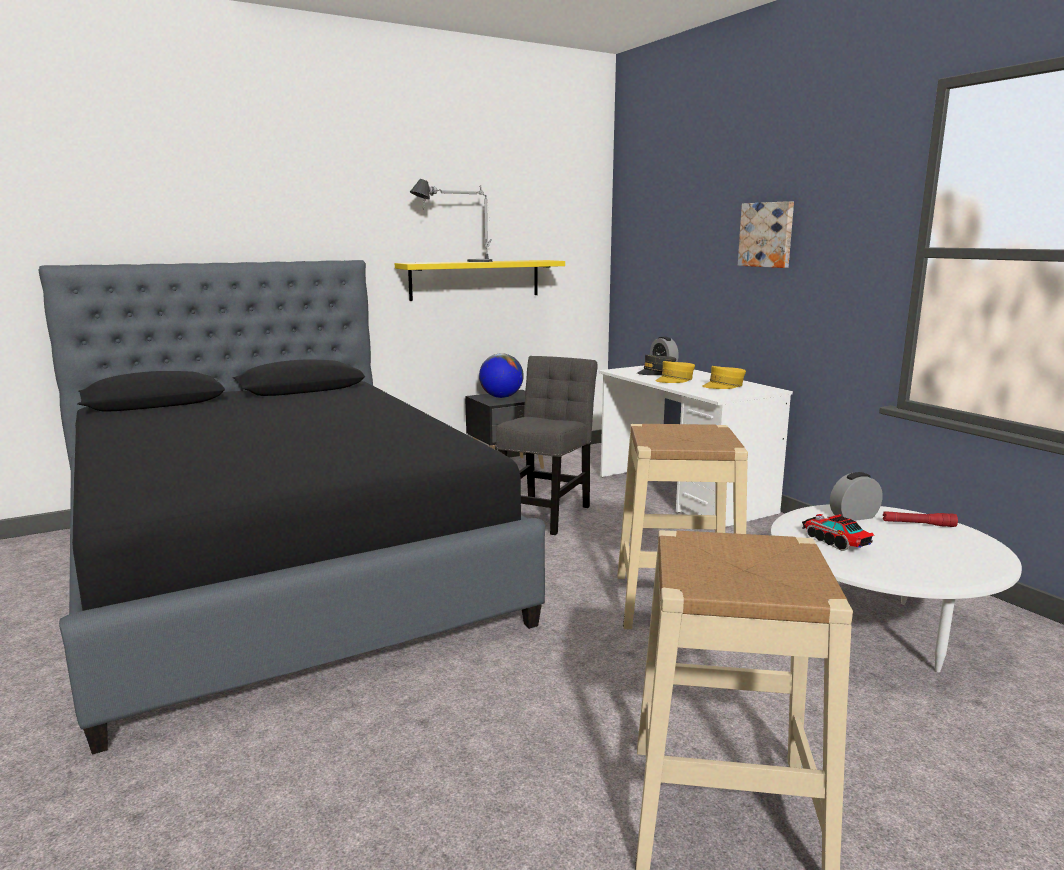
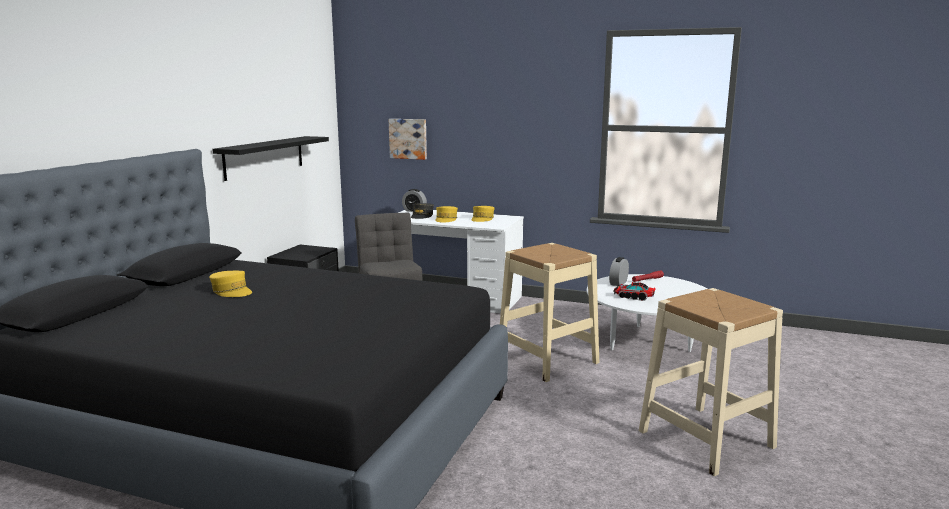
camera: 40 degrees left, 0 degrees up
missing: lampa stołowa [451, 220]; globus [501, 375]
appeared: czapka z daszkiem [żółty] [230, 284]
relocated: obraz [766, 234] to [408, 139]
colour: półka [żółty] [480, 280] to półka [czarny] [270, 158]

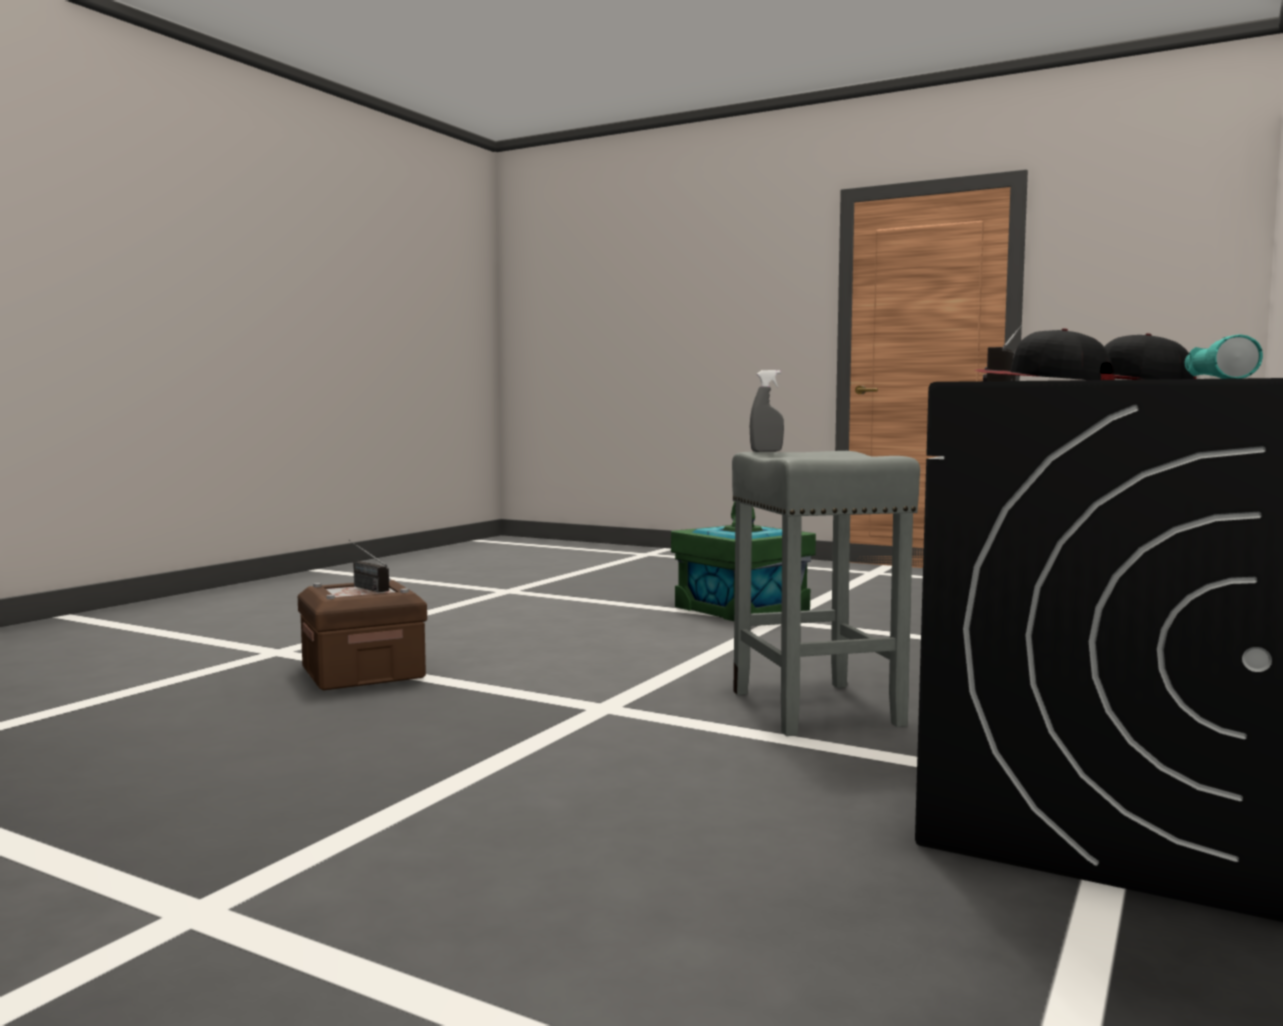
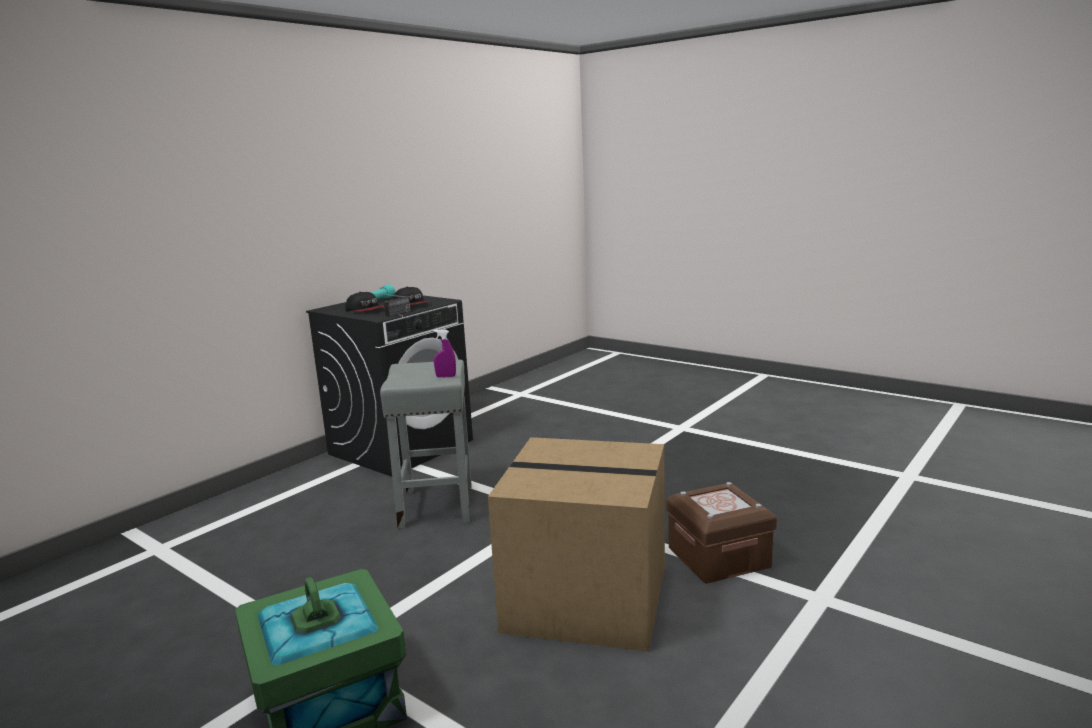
camera: 170 degrees left, 10 degrees up
missing: radio [369, 566]
appeared: karton [576, 544]
colour: spryskiwacz [szary] [767, 411] to spryskiwacz [fioletowy] [445, 353]

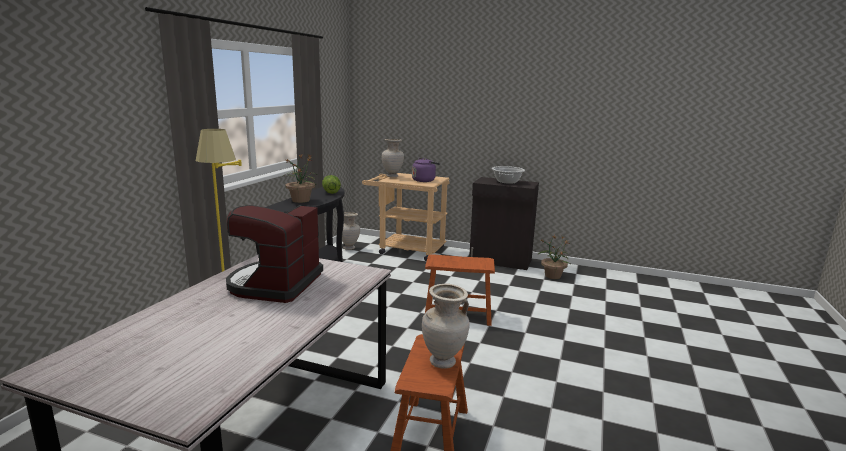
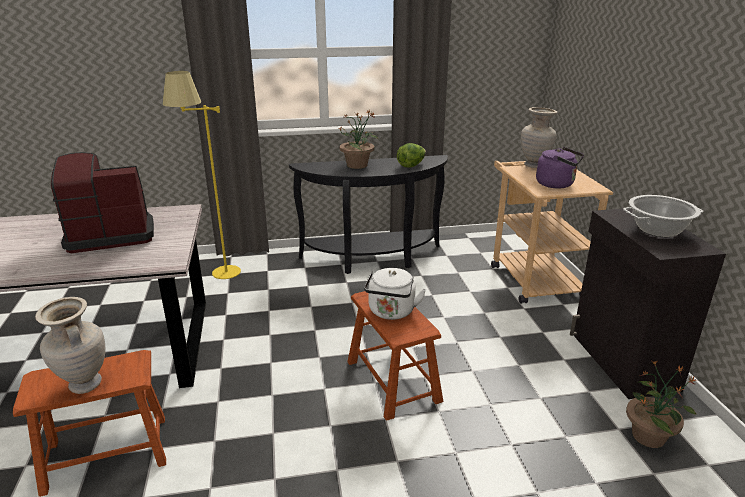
camera: 60 degrees right, 10 degrees up
missing: wazon [beżowy] [351, 231]
appeared: czajnik [biały] [395, 294]

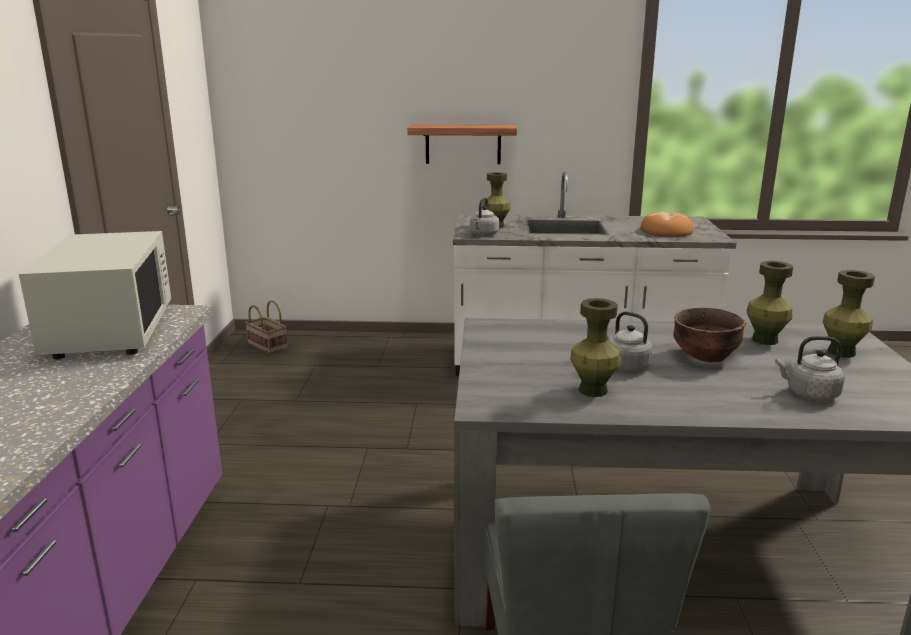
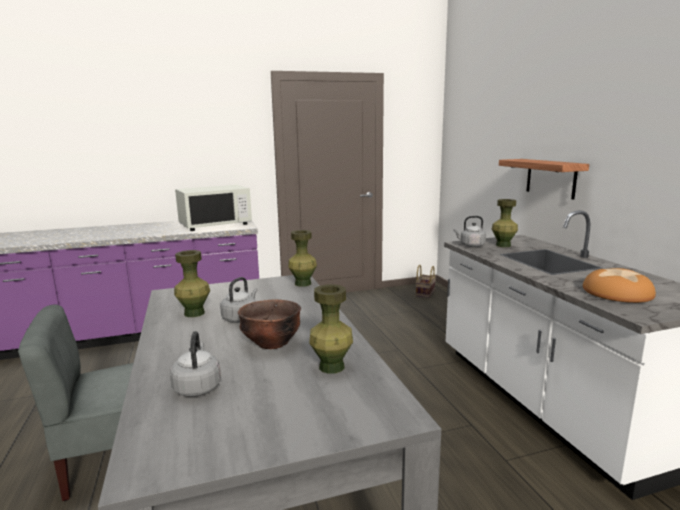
camera: 70 degrees right, 5 degrees down
relocated: wazon [zielony] [849, 314] to [302, 258]

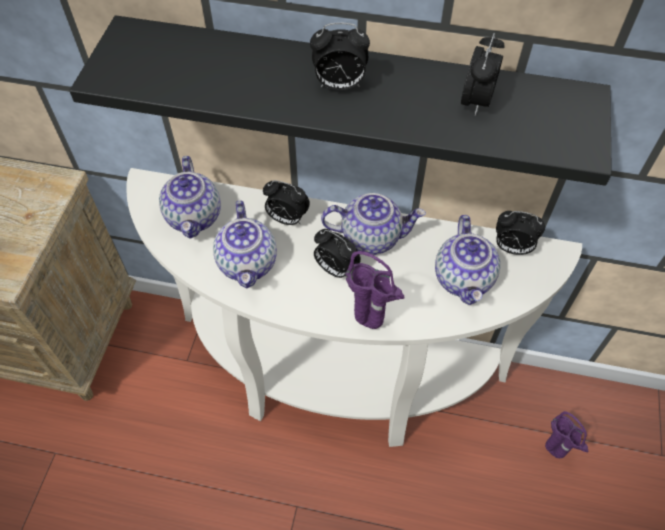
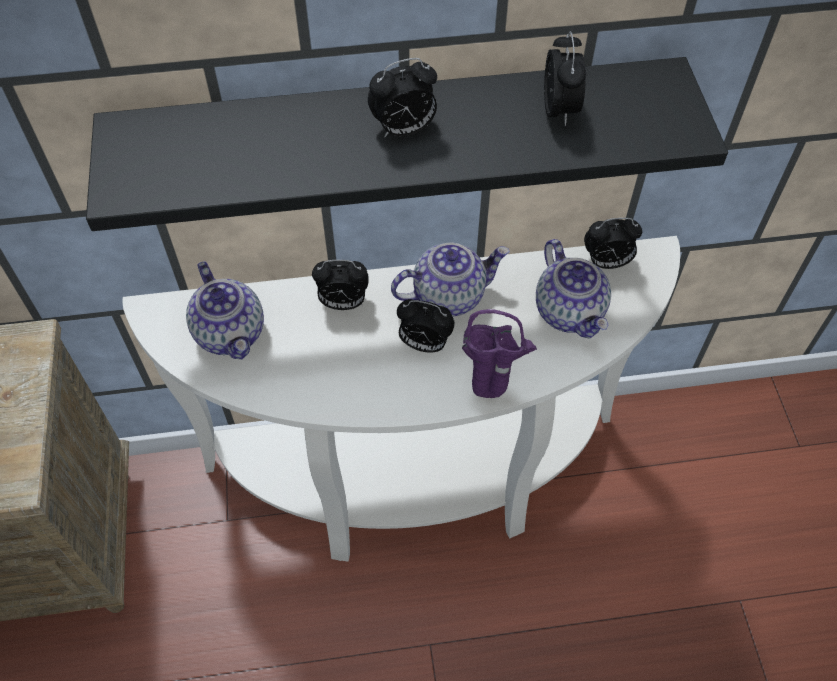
camera: 20 degrees left, 0 degrees up
missing: imbryk [245, 245]; wazon [fioletowy] [566, 434]

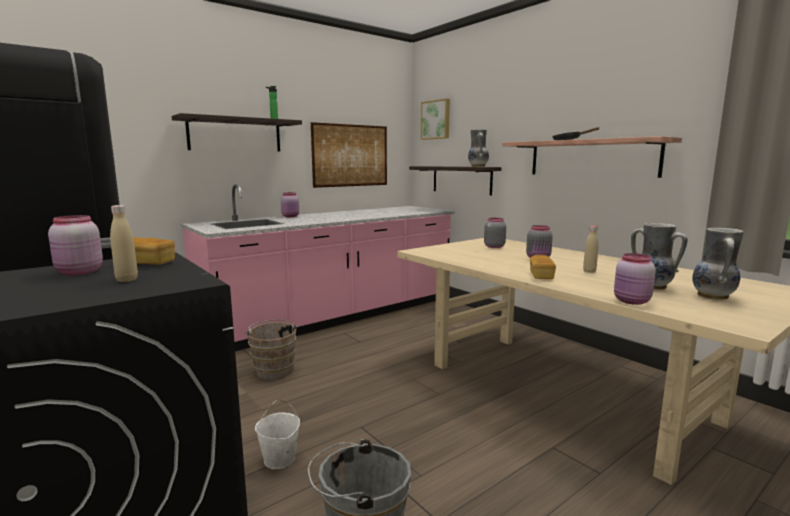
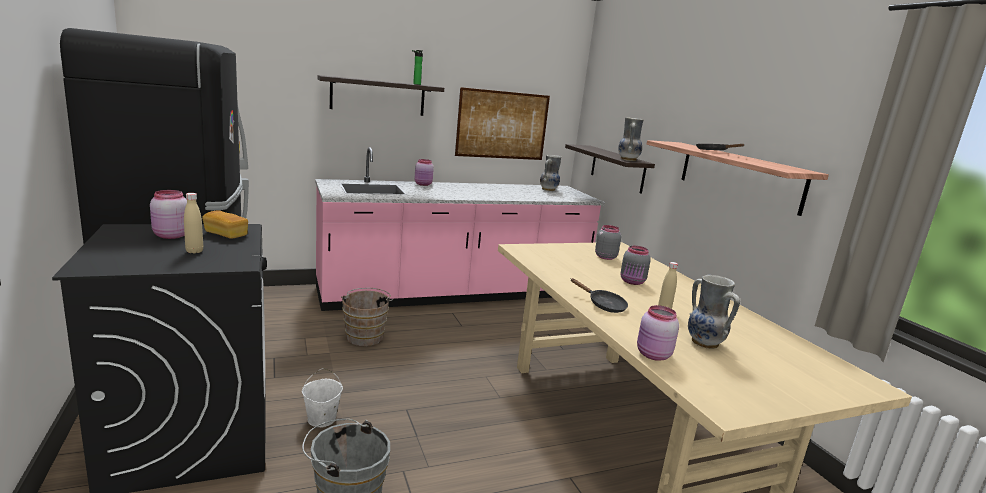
camera: 15 degrees right, 5 degrees up
missing: obraz [435, 119]
relocated: wazon [718, 264] to [550, 173]
exchanged: chleb [543, 267] to patelnia [czarny] [599, 295]

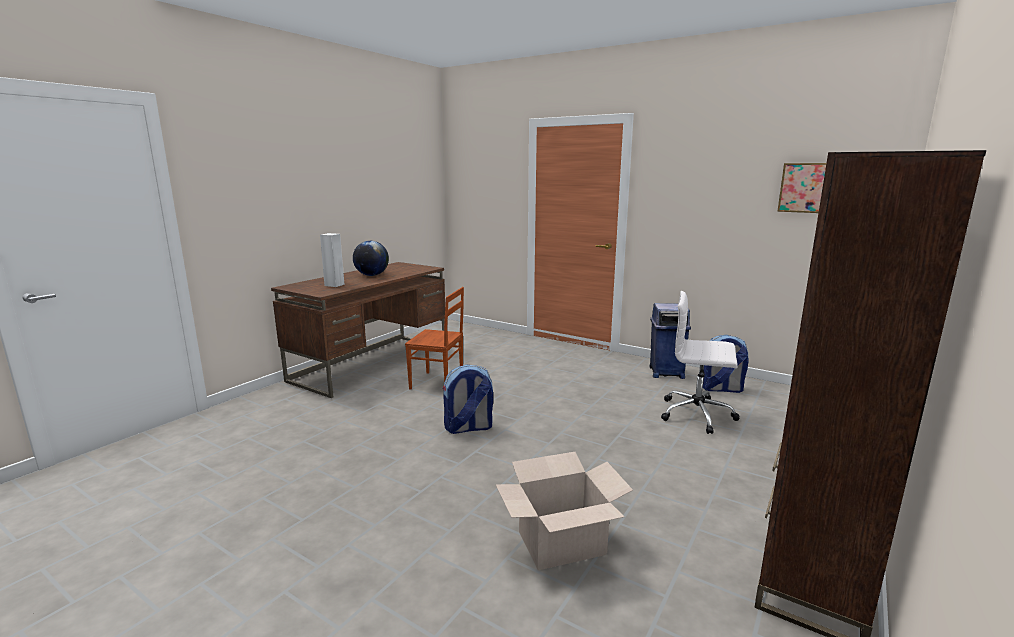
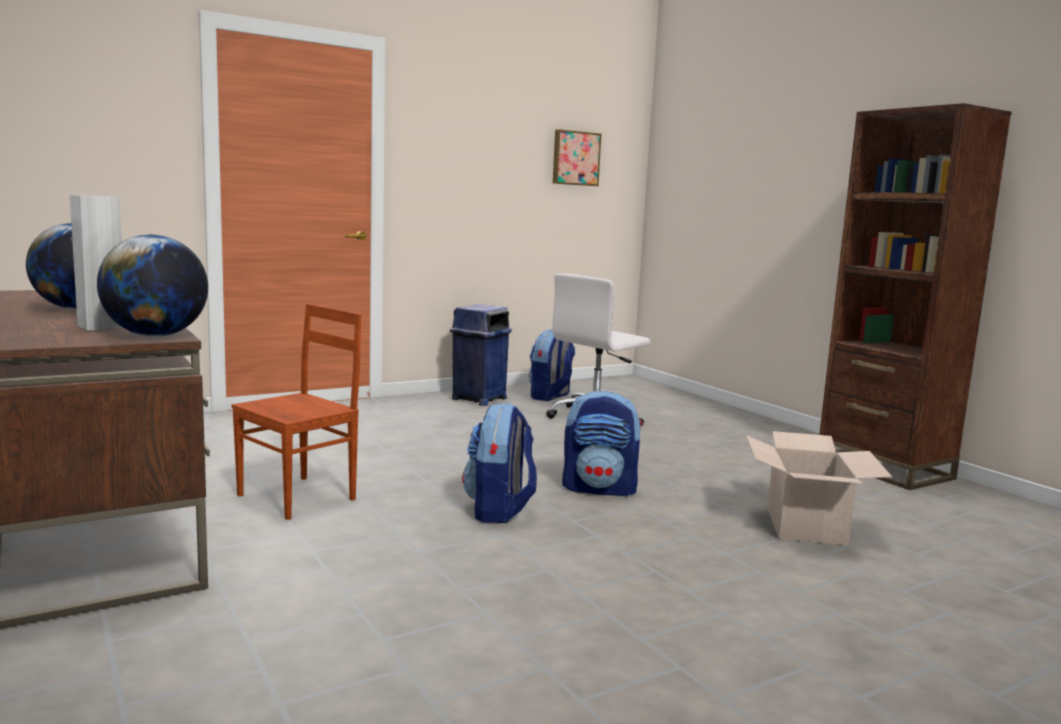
camera: 65 degrees left, 5 degrees down
appeared: globus [152, 285]; plecak [602, 443]

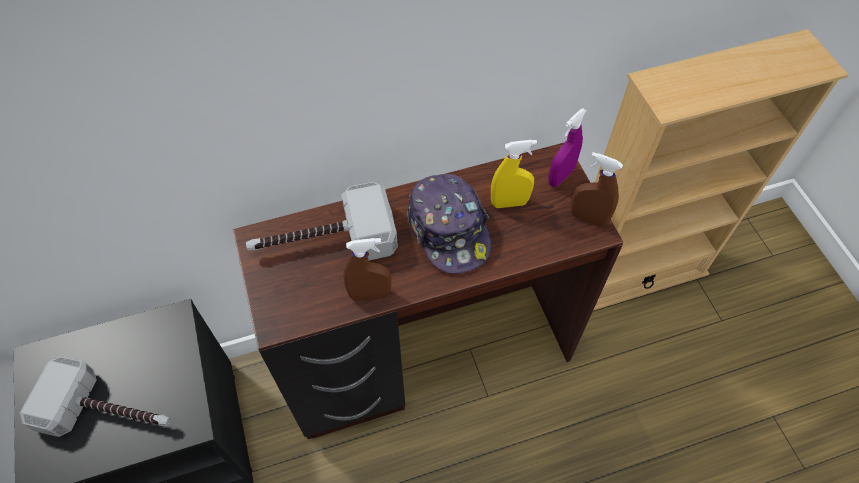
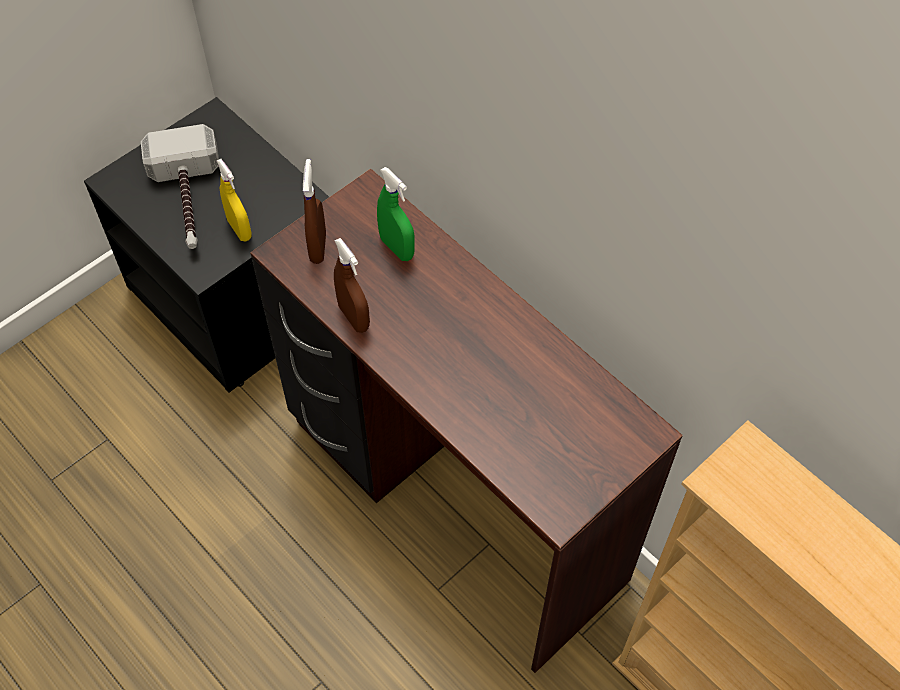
camera: 65 degrees right, 0 degrees up
missing: czapka z daszkiem [449, 224]; spryskiwacz [fioletowy] [567, 147]
relocated: spryskiwacz [żółty] [514, 174] to [234, 200]; spryskiwacz [brązowy] [597, 189] to [314, 211]
exchanged: młotek [322, 221] to spryskiwacz [zielony] [396, 214]

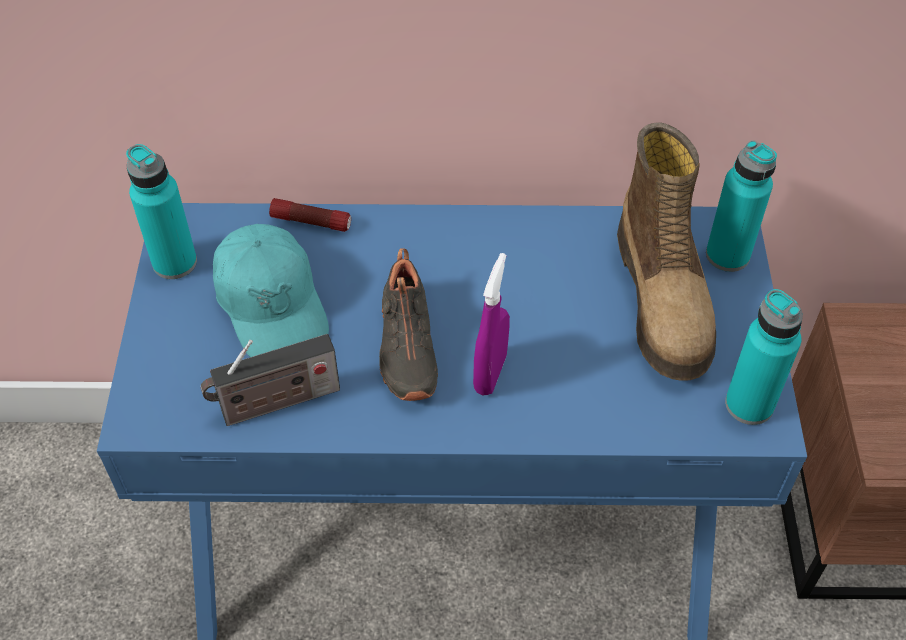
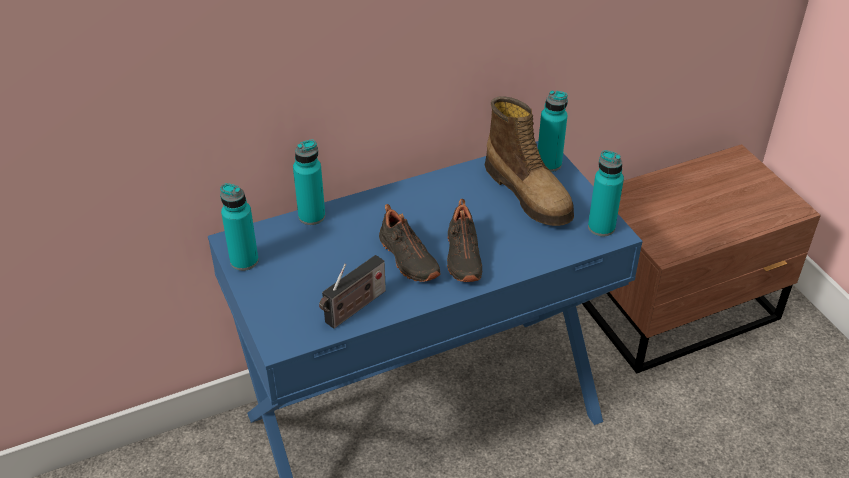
camera: 25 degrees left, 10 degrees down
missing: czapka z daszkiem [turkusowy] [271, 290]
exchanged: latarka [310, 215] to butelka [turkusowy] [309, 182]; spryskiwacz [fioletowy] [491, 324] to but [czarny] [464, 240]

